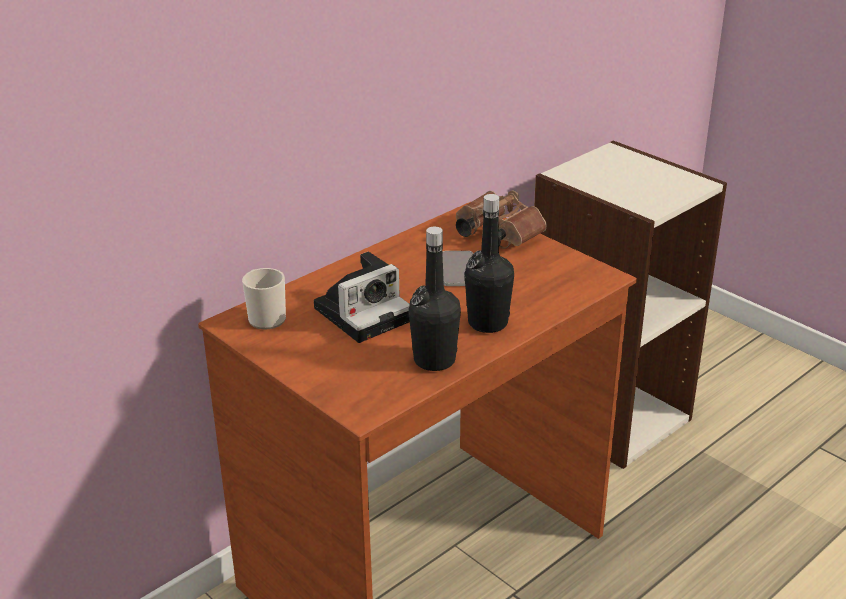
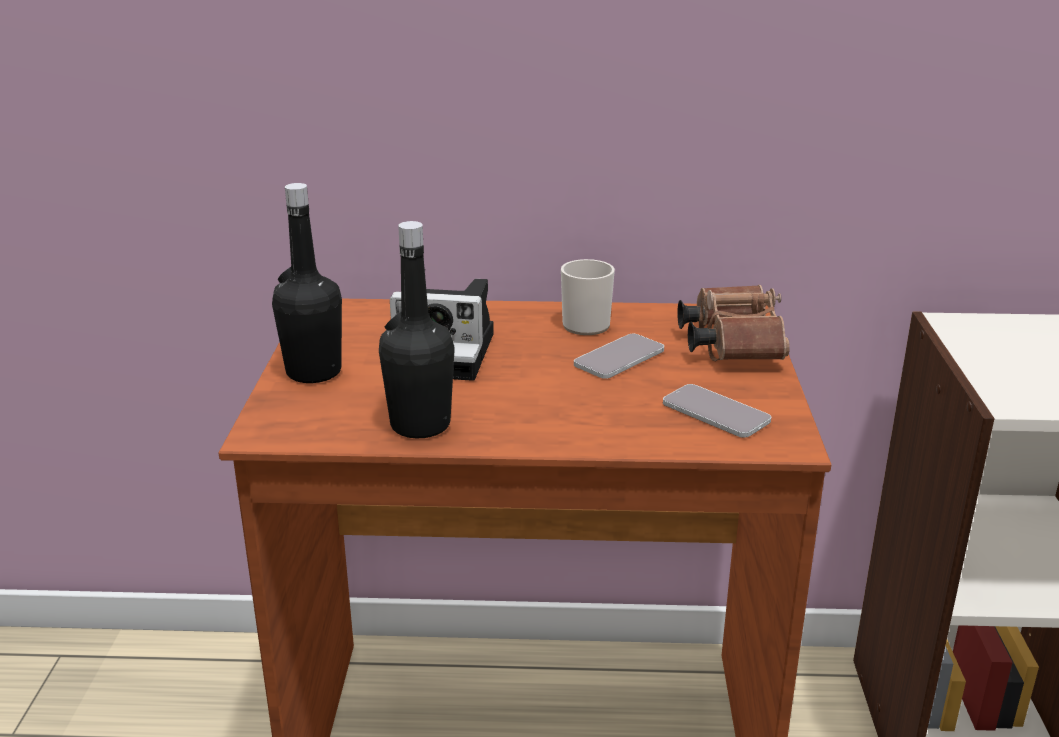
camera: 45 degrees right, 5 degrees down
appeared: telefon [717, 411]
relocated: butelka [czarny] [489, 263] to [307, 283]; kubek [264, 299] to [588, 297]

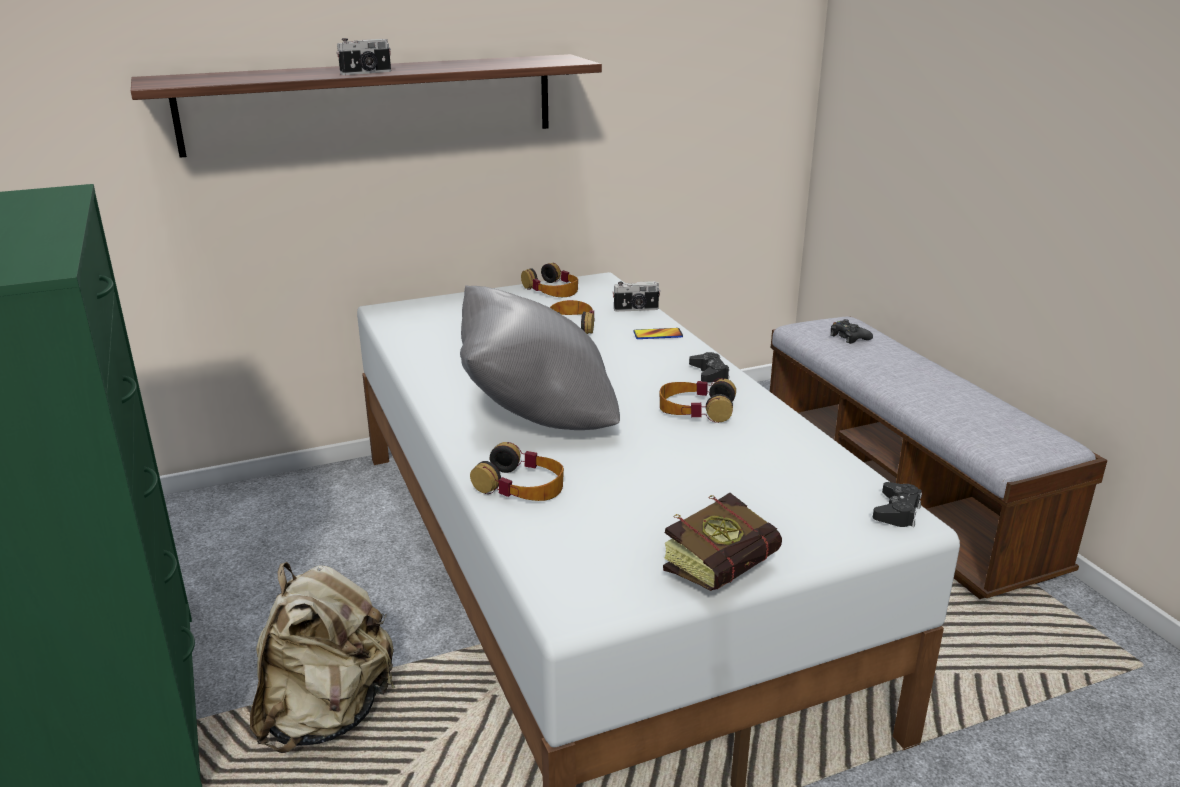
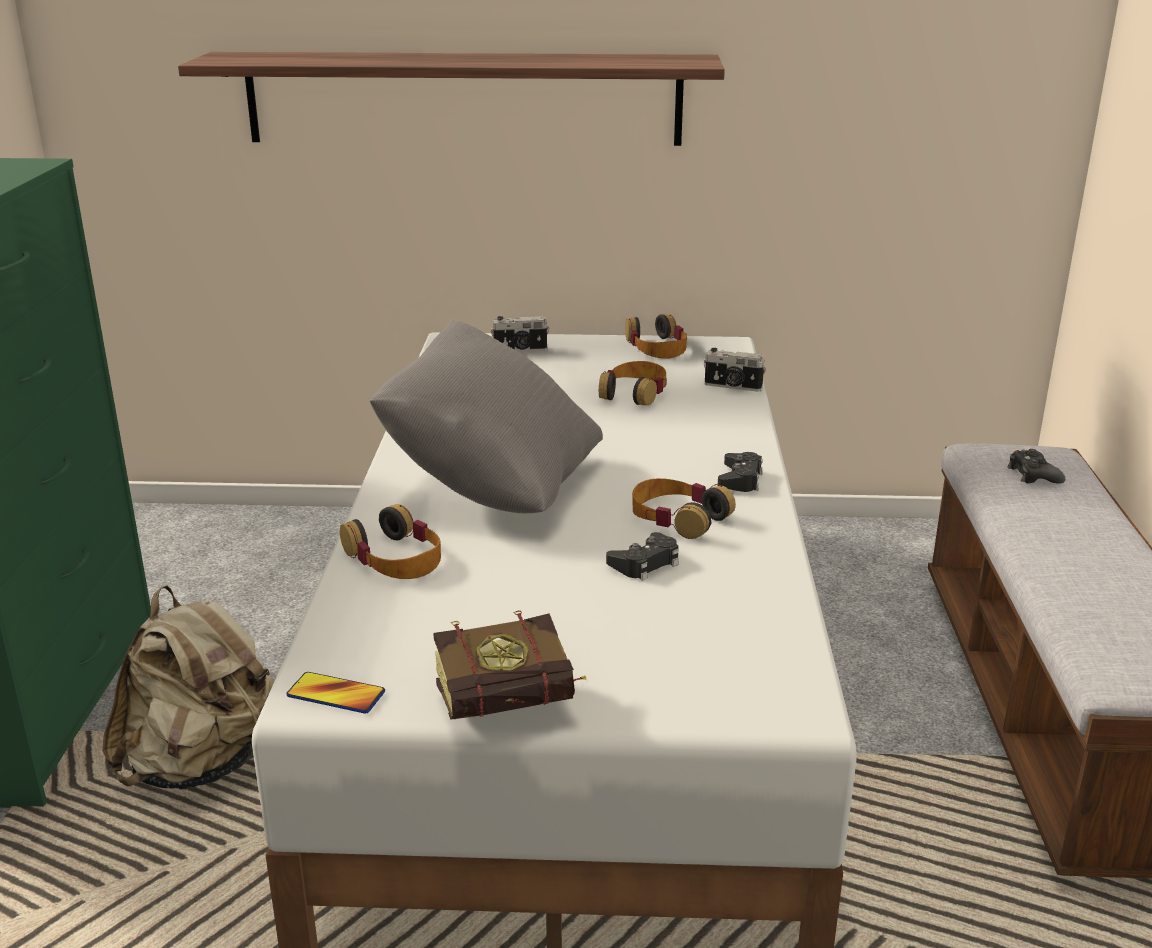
camera: 25 degrees right, 0 degrees up
relocated: telefon [658, 333] to [335, 693]; aparat fotograficzny [363, 56] to [520, 334]; pad do gier [czarny] [897, 504] to [642, 556]

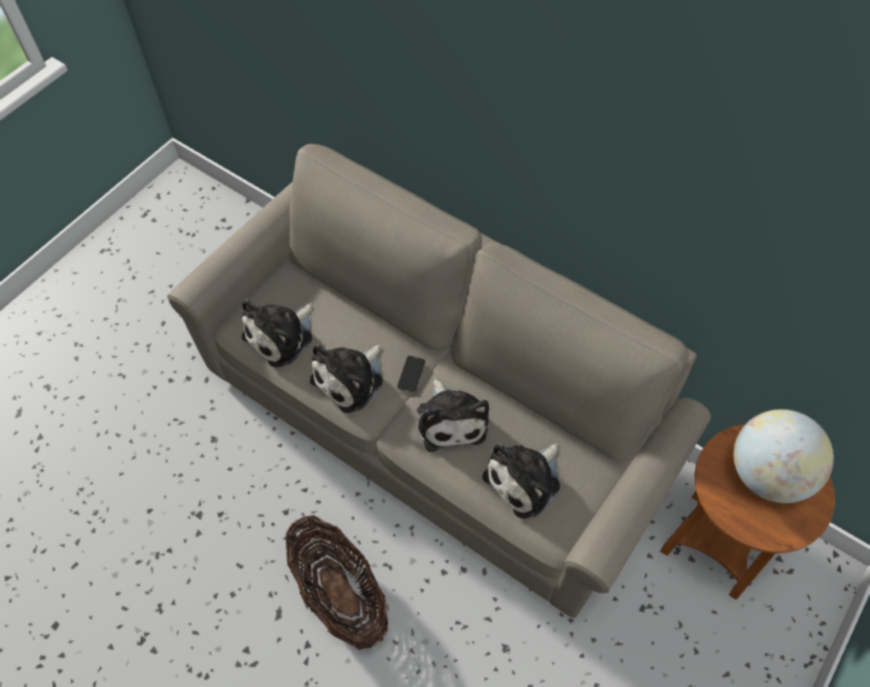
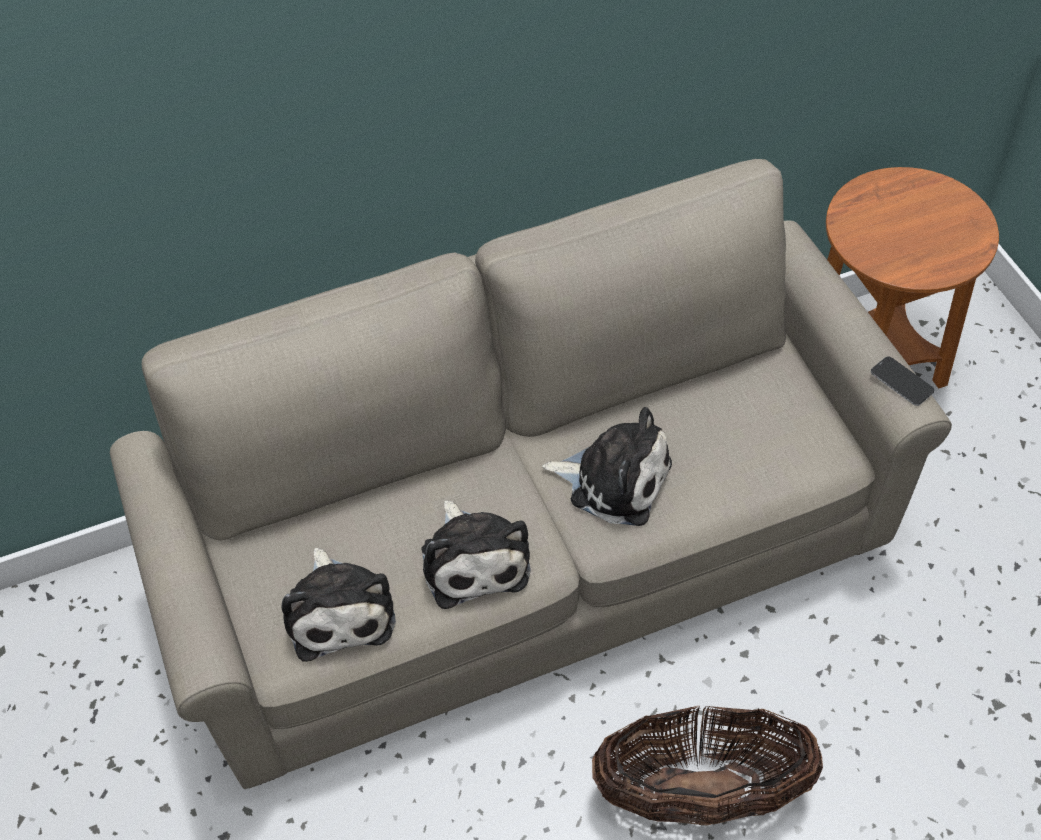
camera: 55 degrees left, 5 degrees down
missing: pluszak [521, 481]; globus [784, 456]
relocated: telefon [411, 374] to [903, 381]

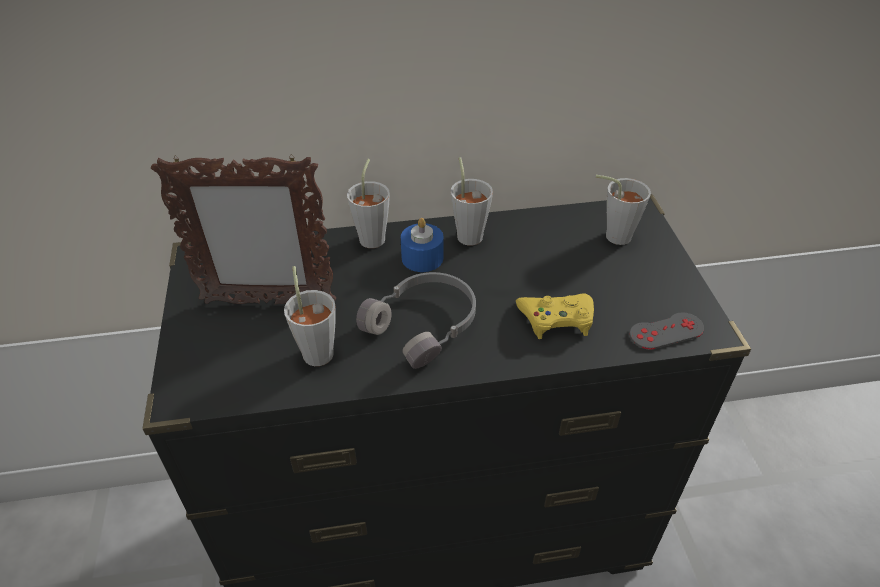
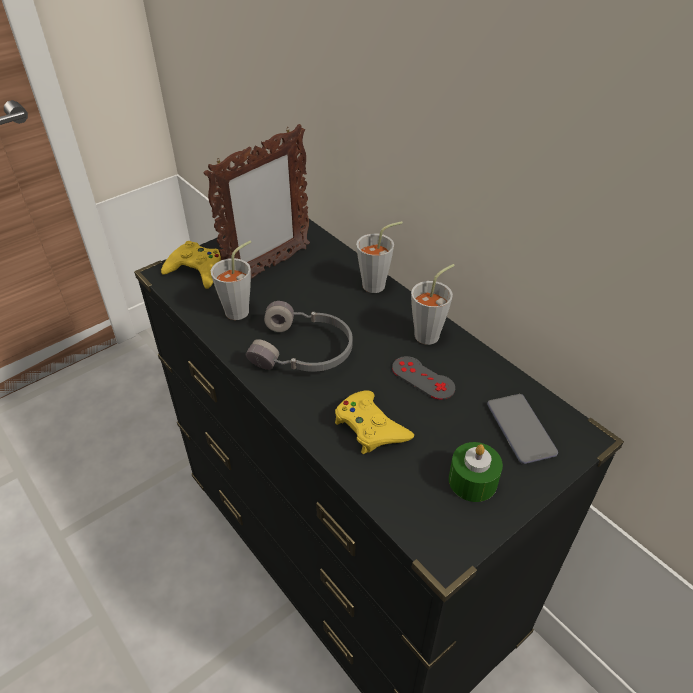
camera: 60 degrees right, 0 degrees up
missing: świeca [niebieski] [422, 245]
appeared: pad do gier [żółty] [191, 265]; świeca [zielony] [476, 472]
relocated: pad do gier [szary] [666, 331] to [423, 378]
exchanged: filiżanka [szary] [623, 210] to telefon [522, 429]
spun: ramka na zdjęcie [243, 229] = [256, 201] 105 degrees counterclockwise

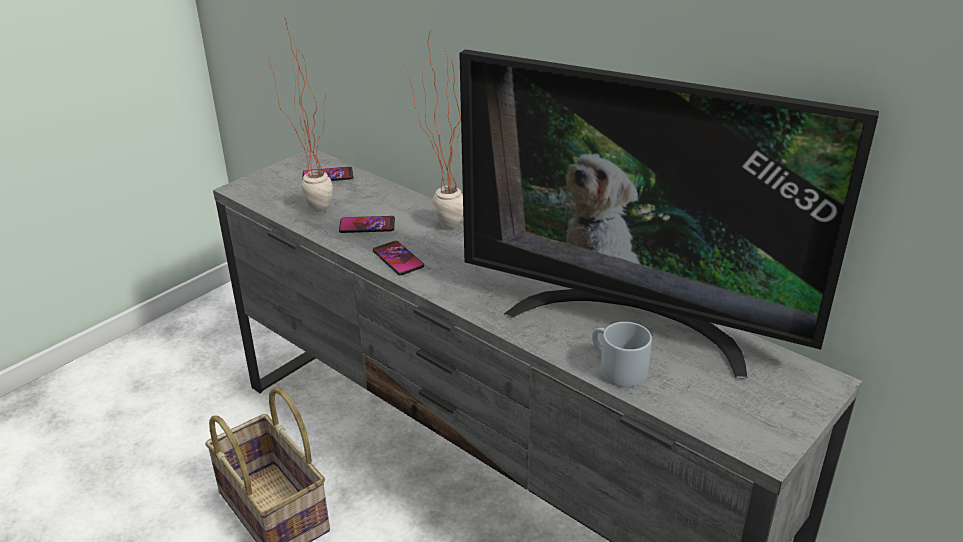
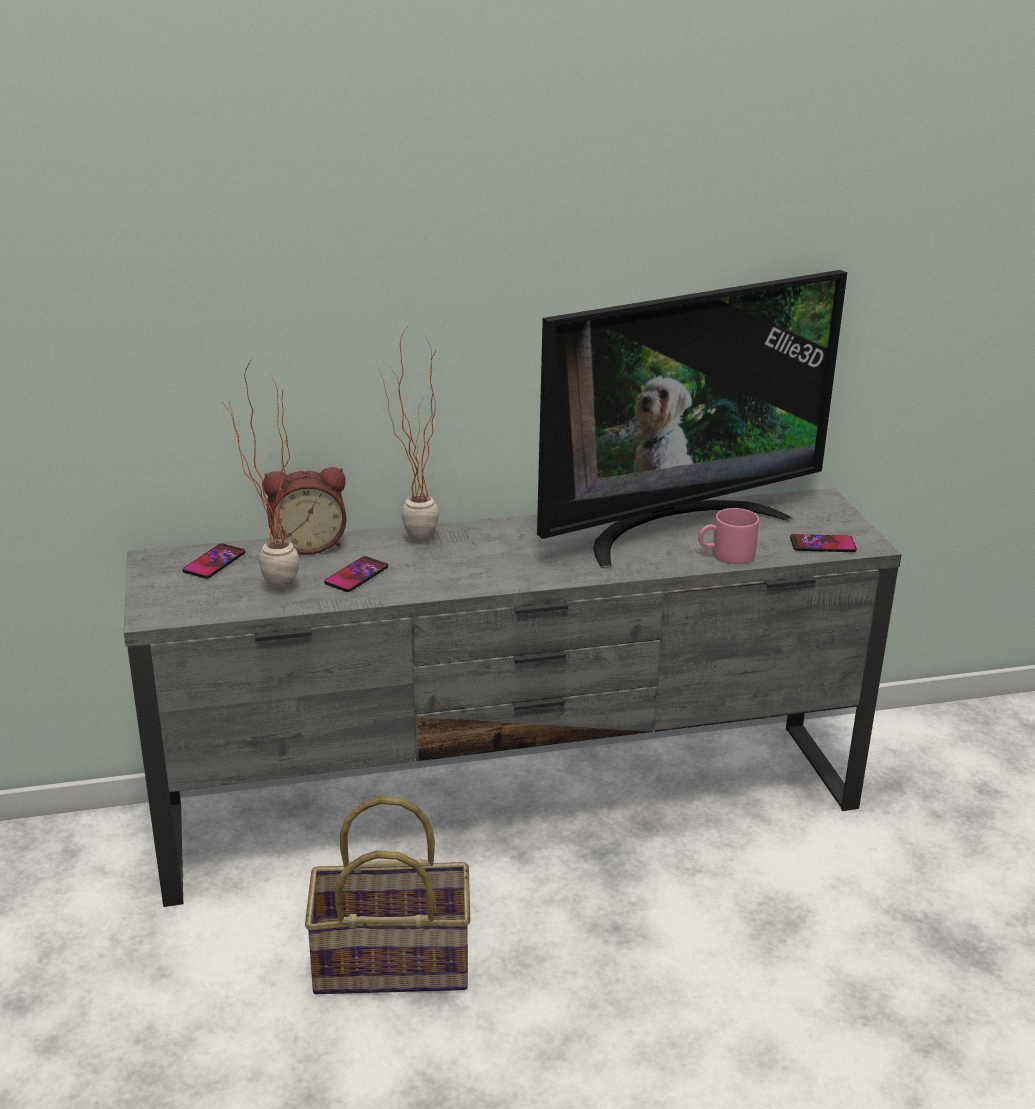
camera: 55 degrees left, 5 degrees down
appeared: budzik [305, 511]
relocated: telefon [398, 258] to [823, 543]
colour: kubek [szary] [622, 354] to kubek [różowy] [728, 536]

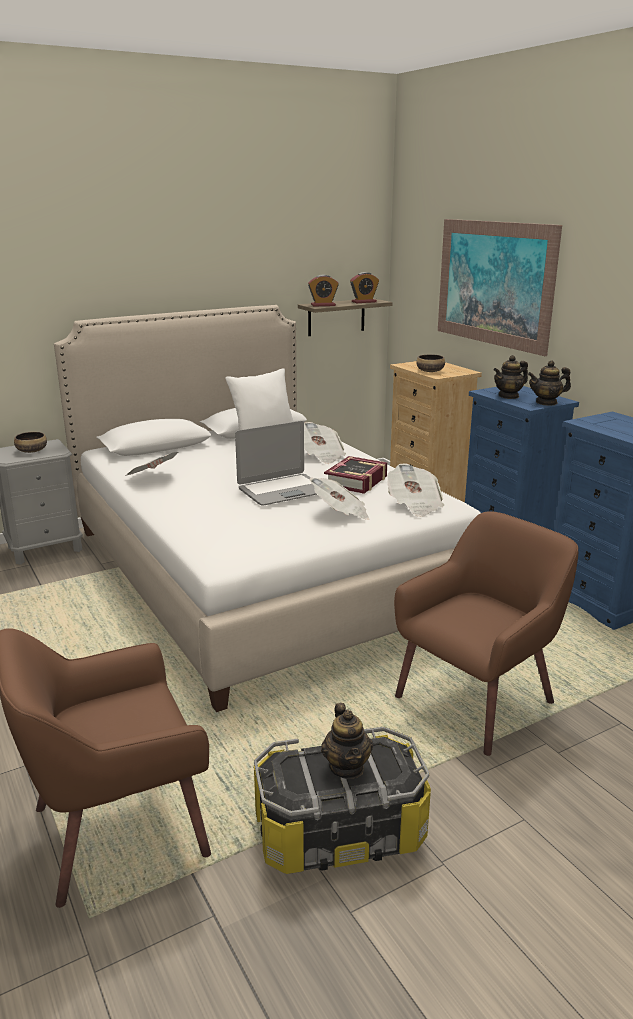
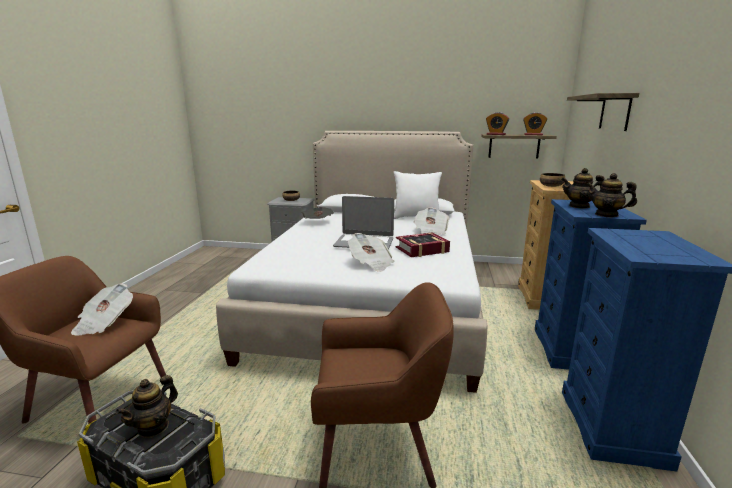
camera: 40 degrees right, 5 degrees down
relocated: gazeta [415, 490] to [102, 309]
exchanged: obraz [500, 287] to półka [603, 112]

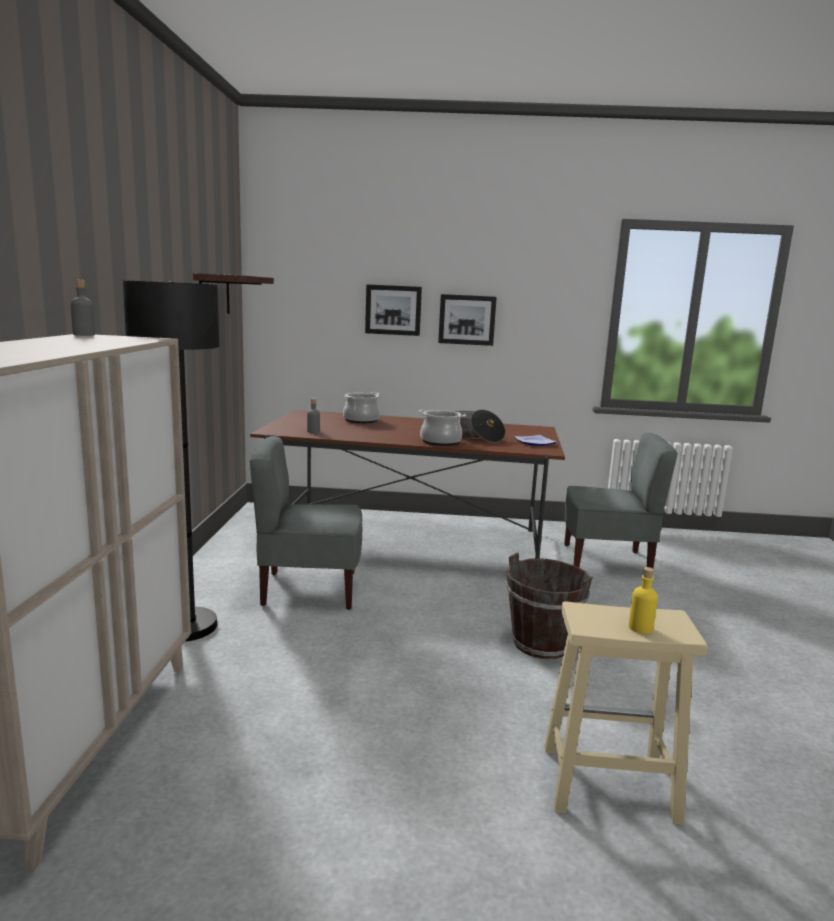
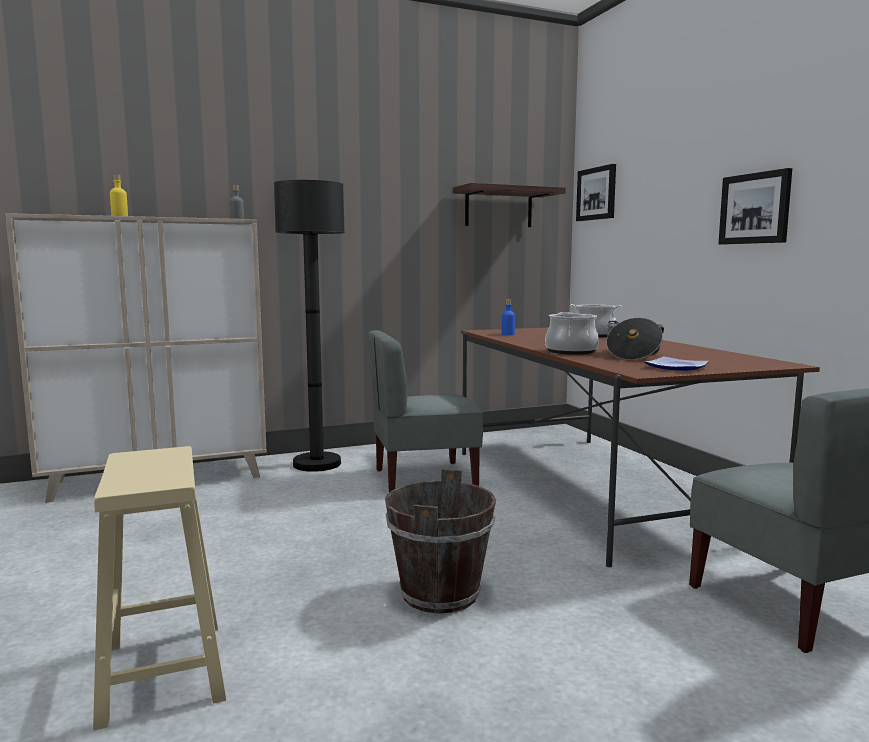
camera: 65 degrees right, 5 degrees down
relocated: butelka [żółty] [643, 600] to [119, 195]; obraz [393, 310] to [596, 192]
colour: butelka [szary] [313, 415] to butelka [niebieski] [508, 317]
spun: krzesło [szary] [306, 523] = [425, 411] 75 degrees counterclockwise

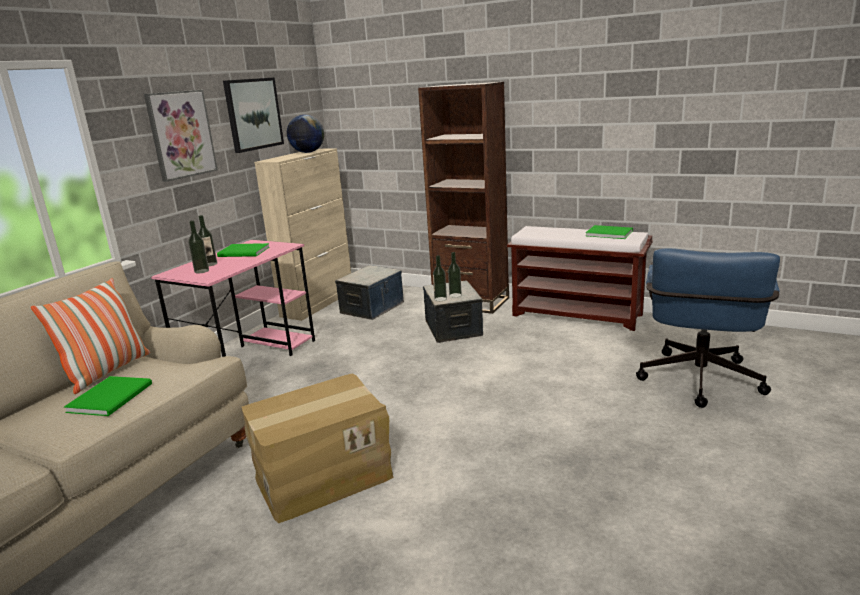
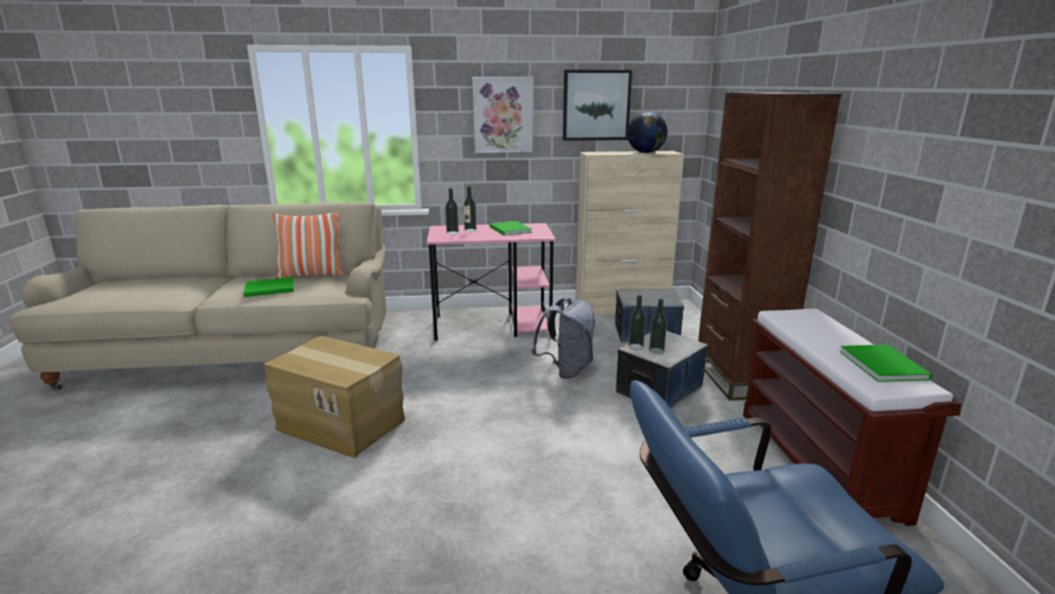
camera: 55 degrees right, 0 degrees up
appeared: plecak [szary] [563, 338]

